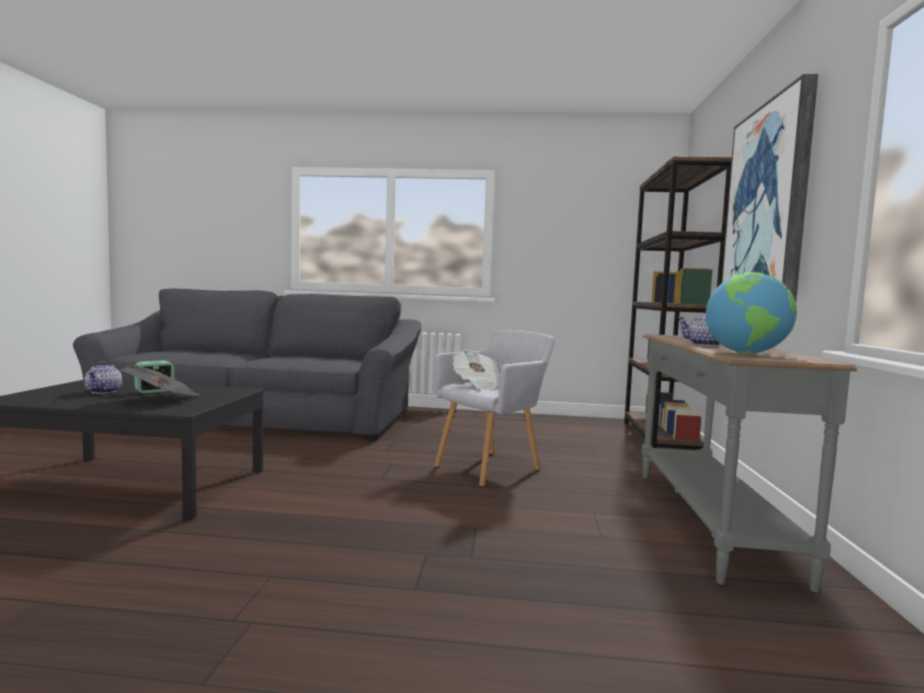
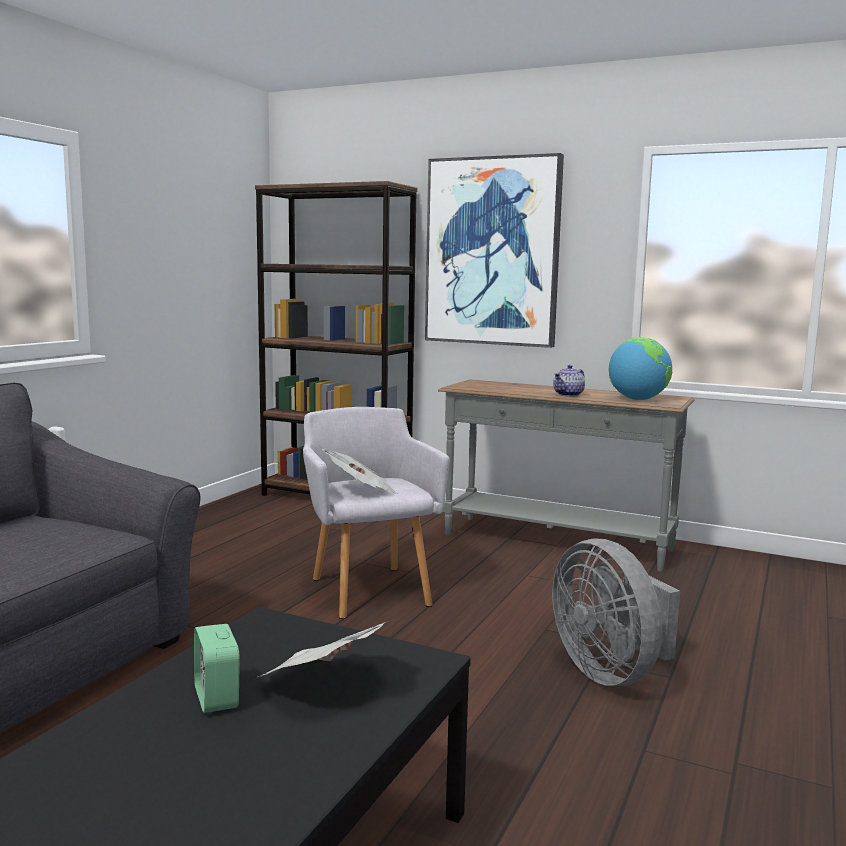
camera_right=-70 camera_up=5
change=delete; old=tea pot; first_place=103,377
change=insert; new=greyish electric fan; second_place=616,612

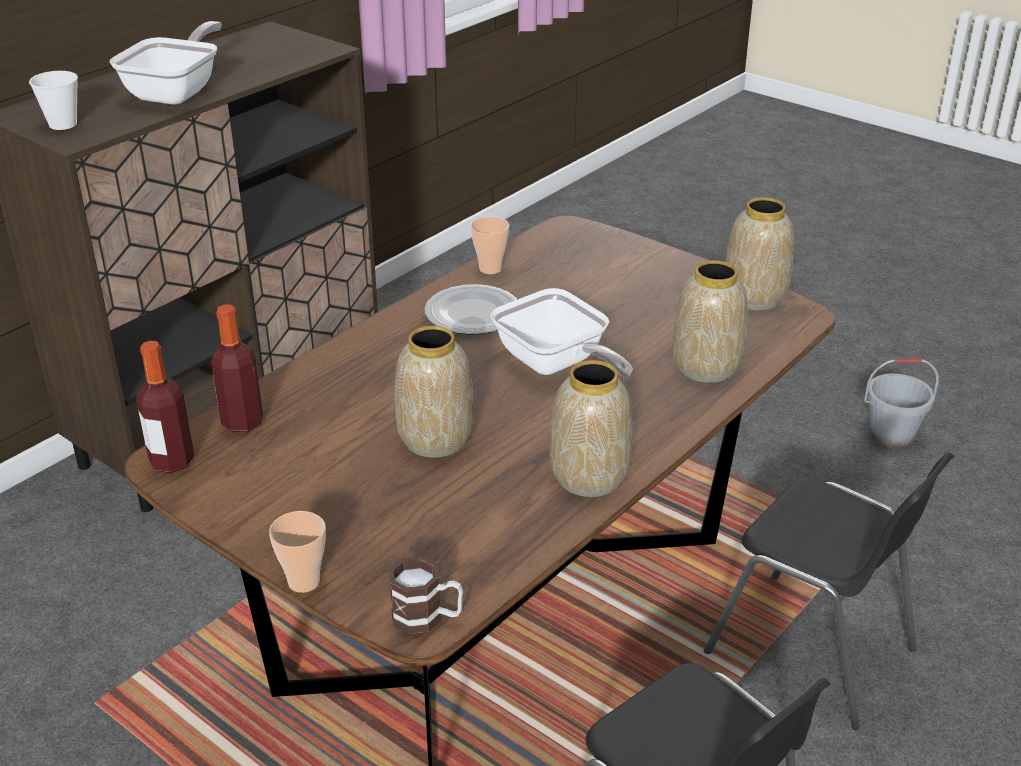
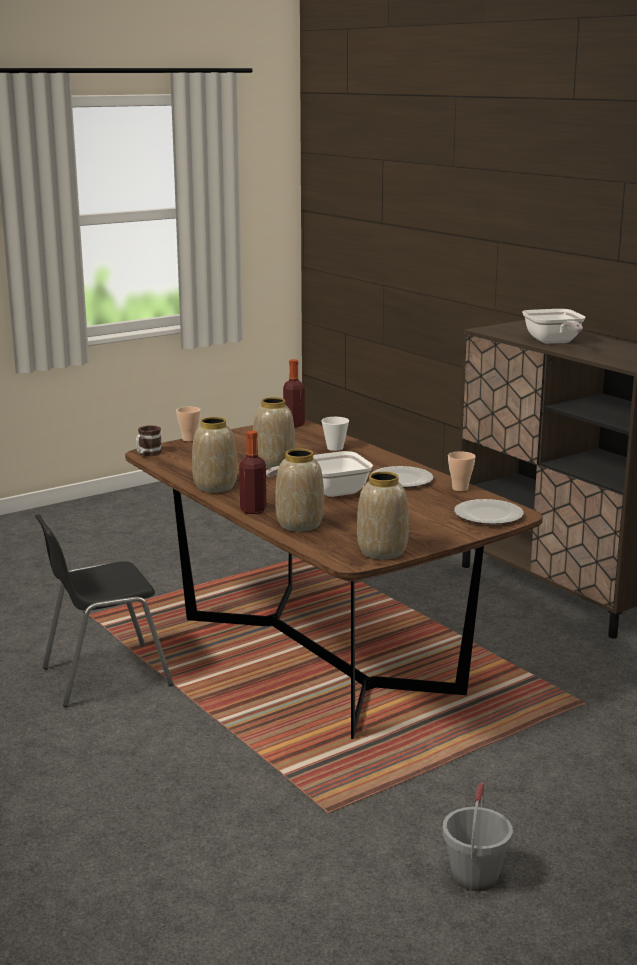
camera_right=105 camera_up=-15
change=move; old=small cup; first_place=53,100; second_place=335,434
change=rotate; old=skillet; first_place=166,63; second_place=554,326; degrees=45
change=move; old=bottle; first_place=237,368; second_place=253,472
change=delete; old=black-coloured plain chair; first_place=829,591
change=insert; new=dinner plate; second_place=489,511

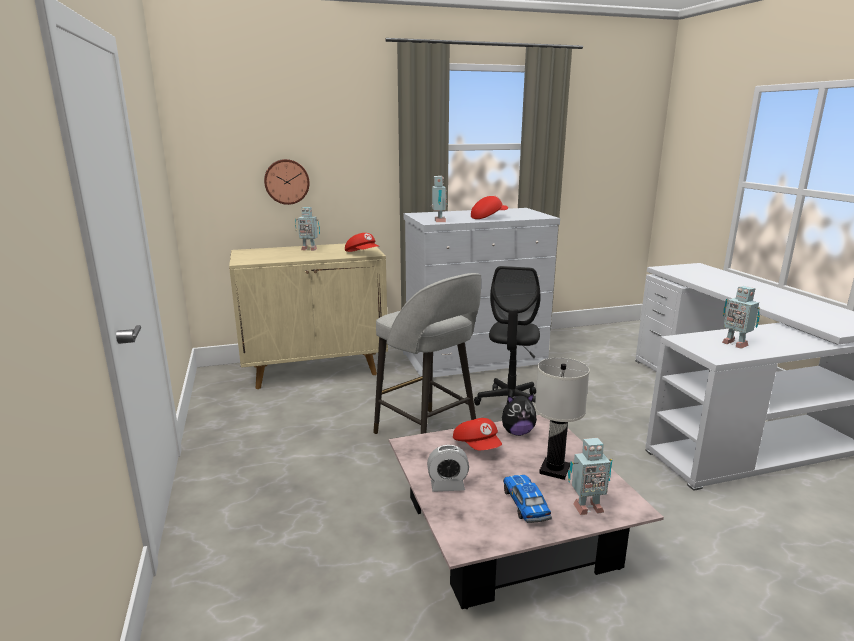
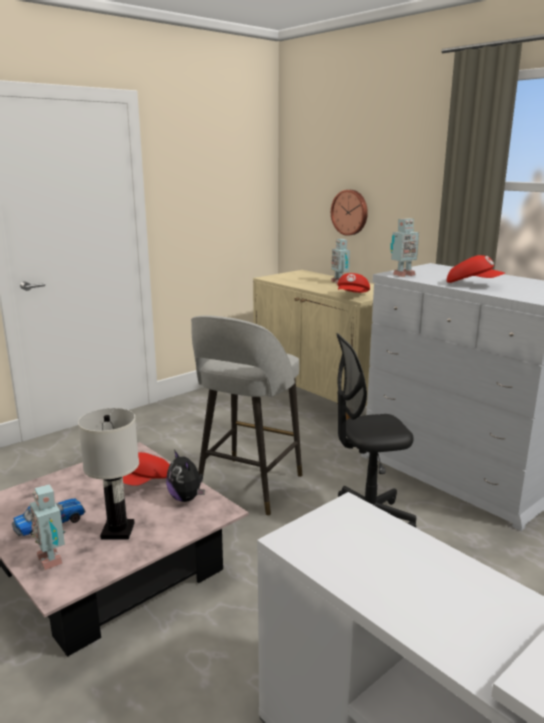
camera_right=65 camera_up=0
change=delete; old=bedside clock; first_place=448,468
change=delete; old=toy robot; first_place=741,317

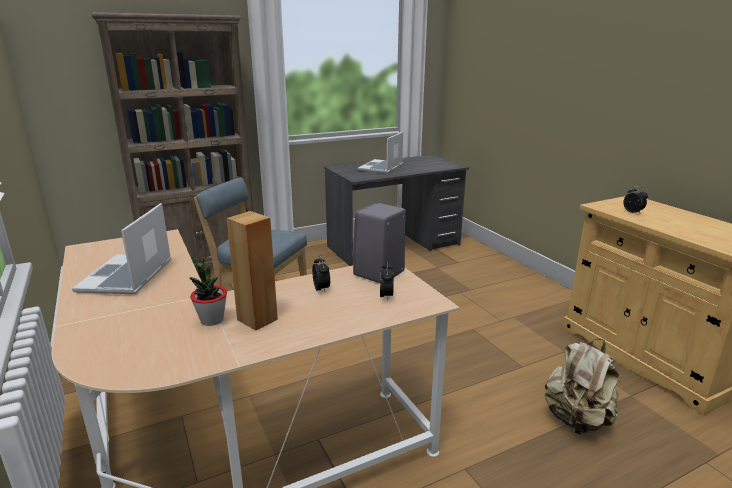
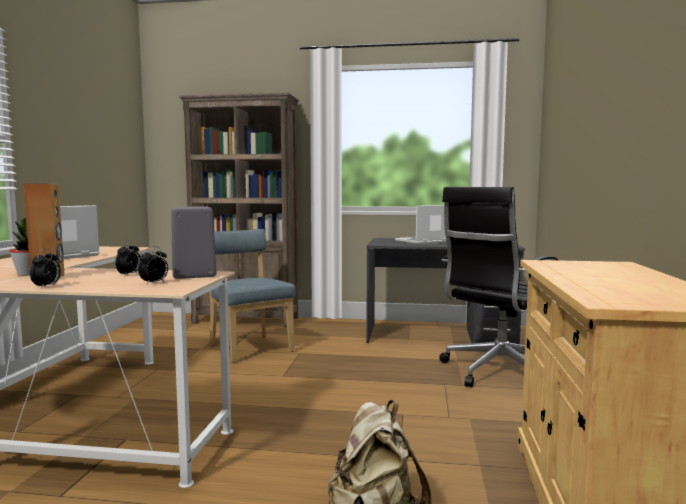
camera_right=35 camera_up=-15
change=move; old=bedside clock; first_place=635,199; second_place=45,269
change=insert; new=black-coloured computer chair; second_place=498,287

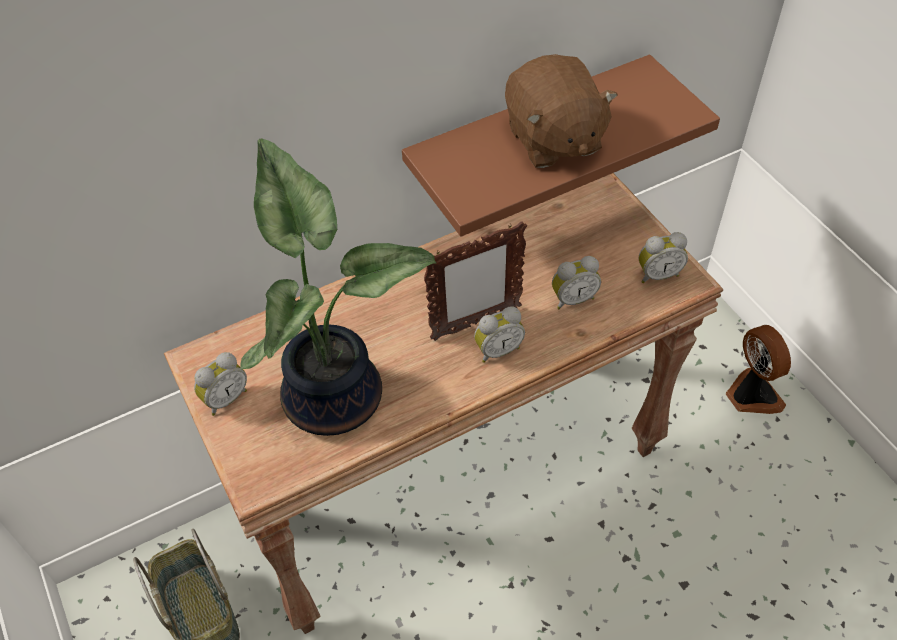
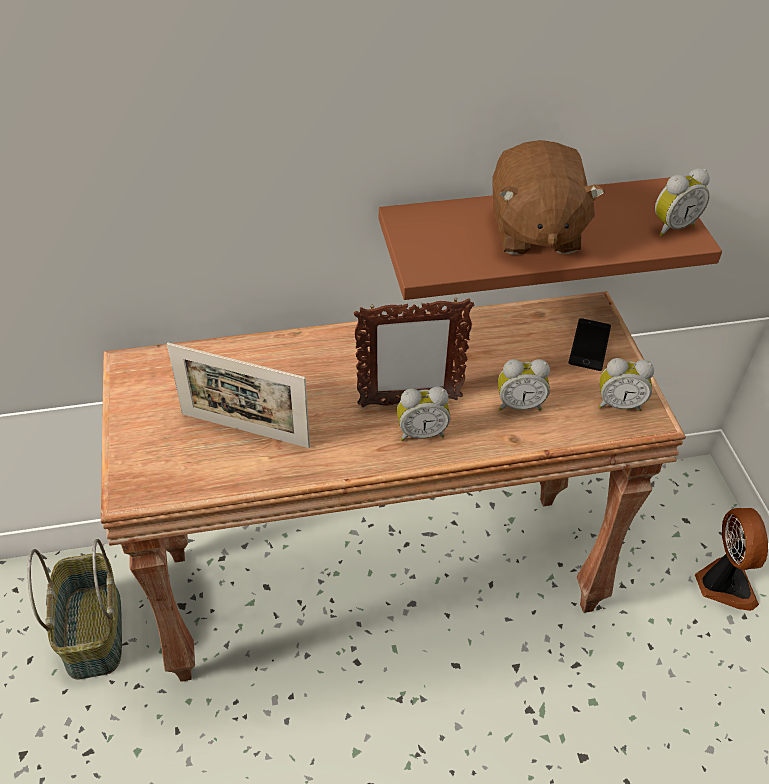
camera_right=15 camera_up=-5
change=move; old=bedside clock; first_place=220,384; second_place=682,202
change=replace; old=houseplant; new=standing frame; first_place=338,287; second_place=238,395
change=insert; new=phone; second_place=590,344

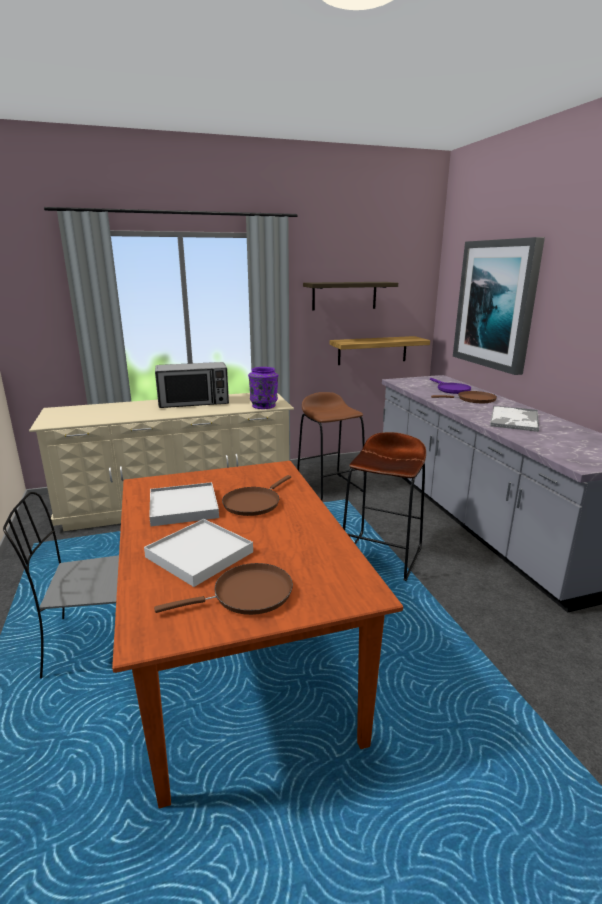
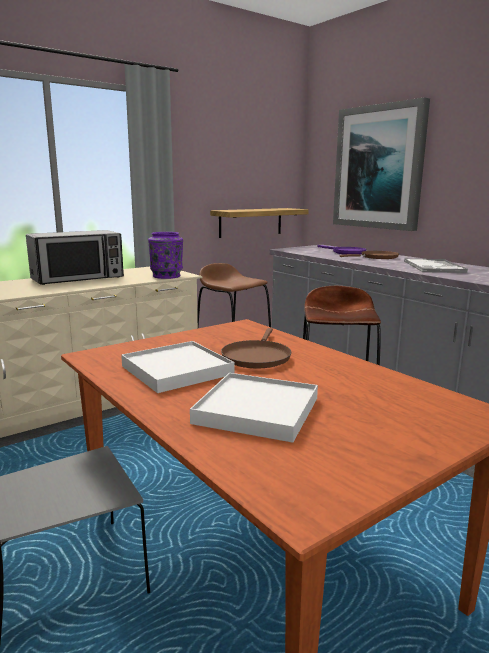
camera_right=-20 camera_up=-5
change=delete; old=brown-coloured skillet; first_place=223,589
change=delete; old=wall shelf; first_place=350,296

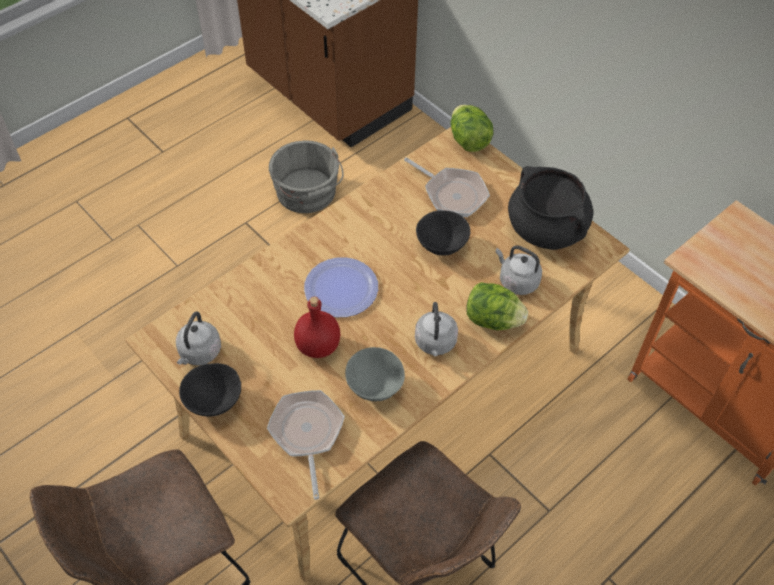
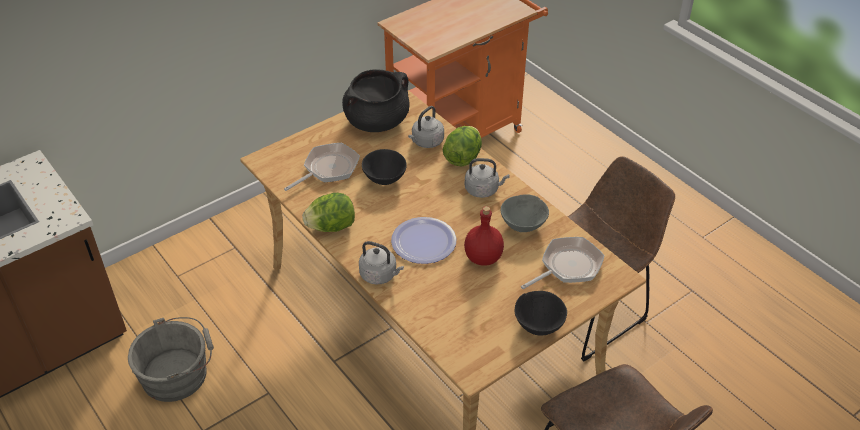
camera_right=-85 camera_up=-10
change=move; old=greyish tea kettle; first_place=198,338; second_place=381,263
change=rotate; old=skillet; first_place=306,445; second_place=563,263; degrees=150
change=move; old=head of lettuce; first_place=472,128; second_place=328,212

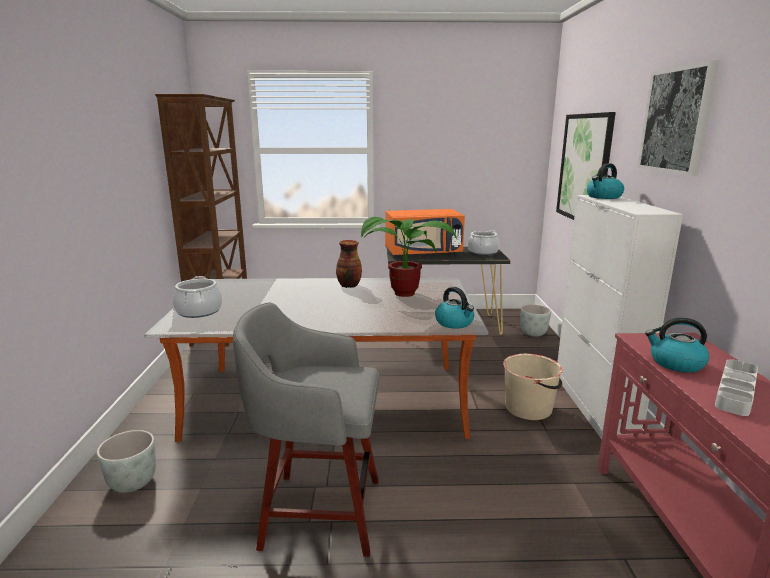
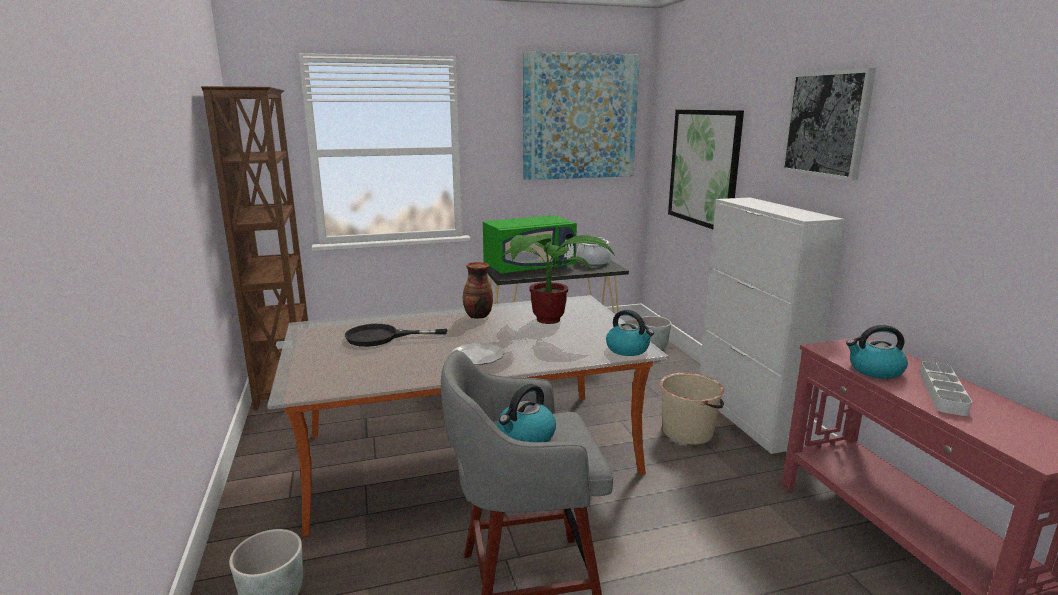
camera_right=-15 camera_up=0
change=delete; old=saucepot; first_place=197,297
change=recolor; old=orange kitchen microwave; new=green-coloured kitchen microwave; first_place=425,233; second_place=530,245
change=move; old=tea kettle; first_place=605,181; second_place=526,413
change=insert; new=black-coloured skillet; second_place=396,335
change=insert; new=dinner plate; second_place=477,354
change=insert; new=picture; second_place=581,116

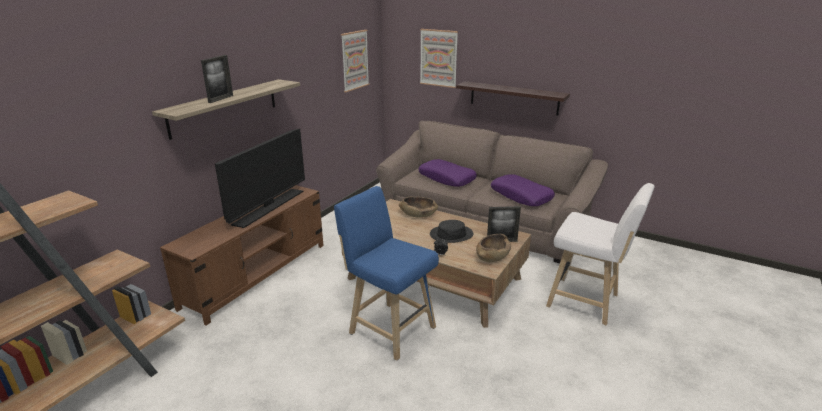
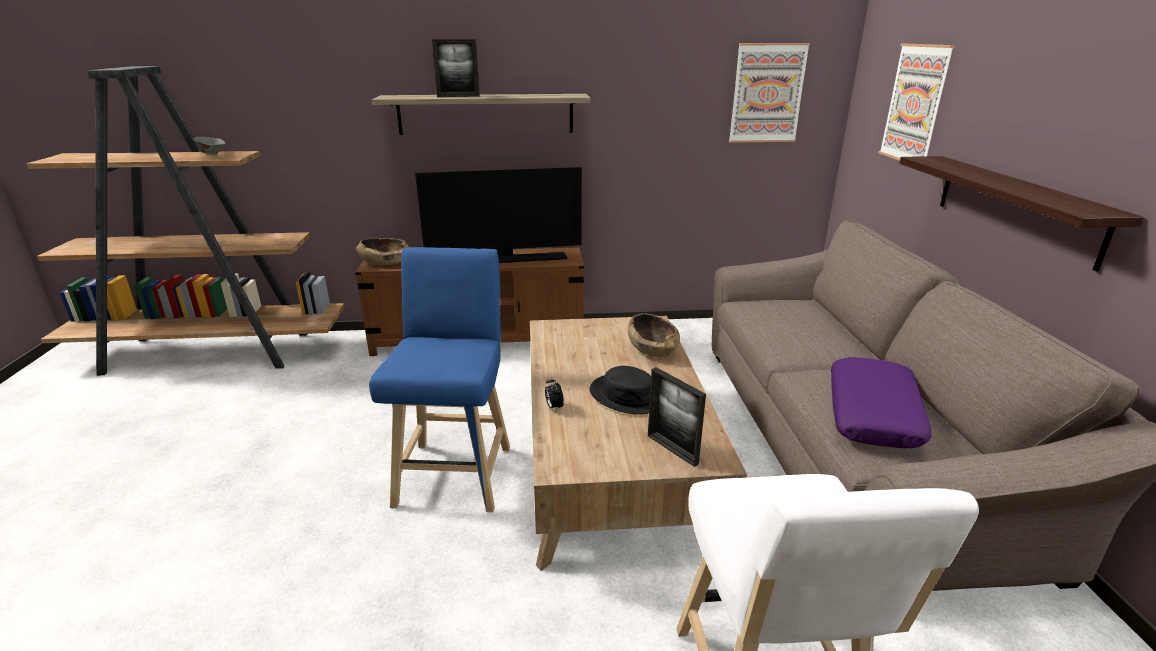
camera_right=55 camera_up=0
change=delete; old=purple-coloured throw pillow; first_place=447,173
change=move; old=brown-coloured deep dish; first_place=493,248; second_place=382,251
change=insert; new=greyish deep dish; second_place=209,146

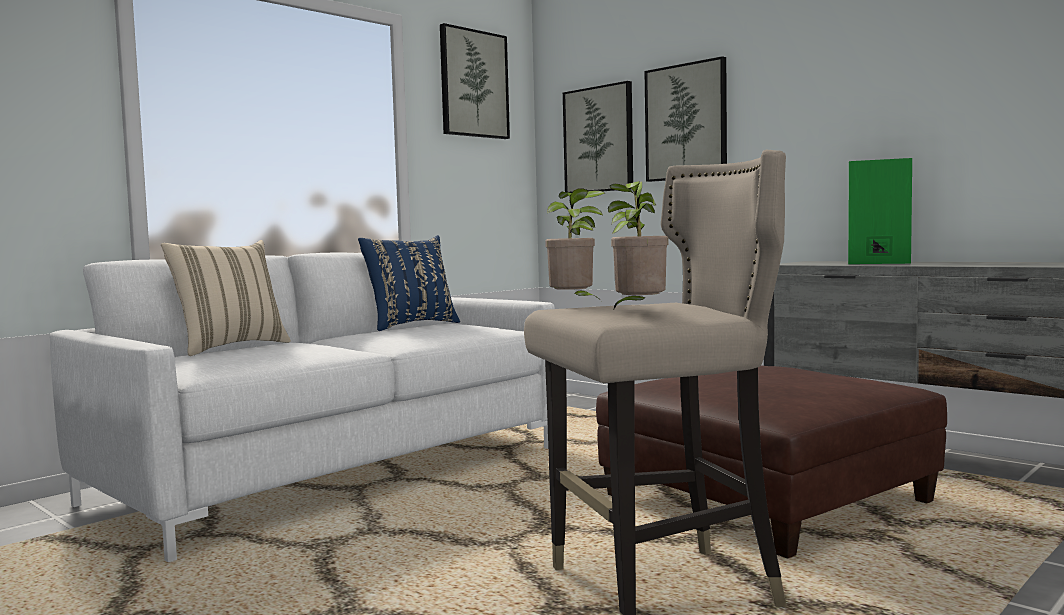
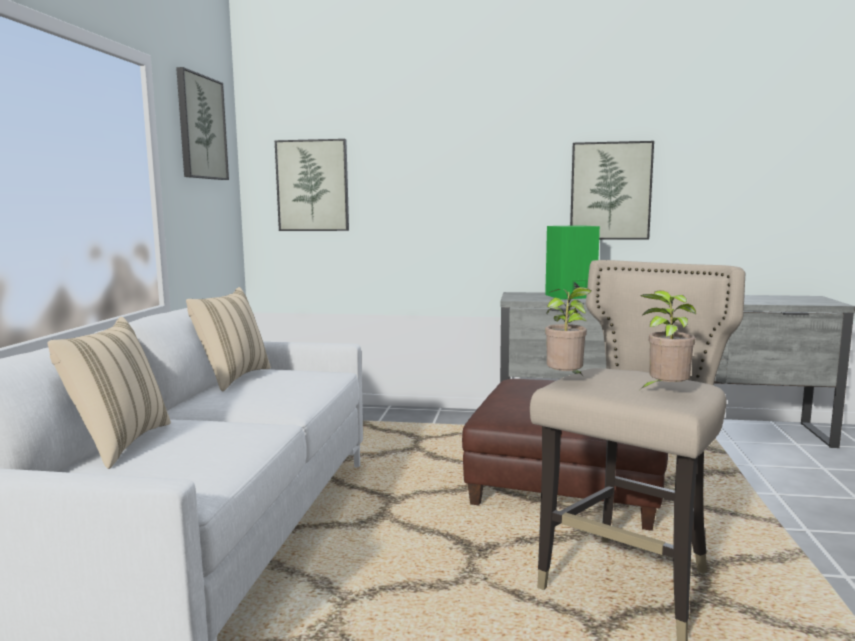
camera_right=-35 camera_up=5
change=recolor; old=blue throw pillow; new=beige throw pillow; first_place=409,283; second_place=228,339
change=move; old=picture; first_place=685,119; second_place=612,190

